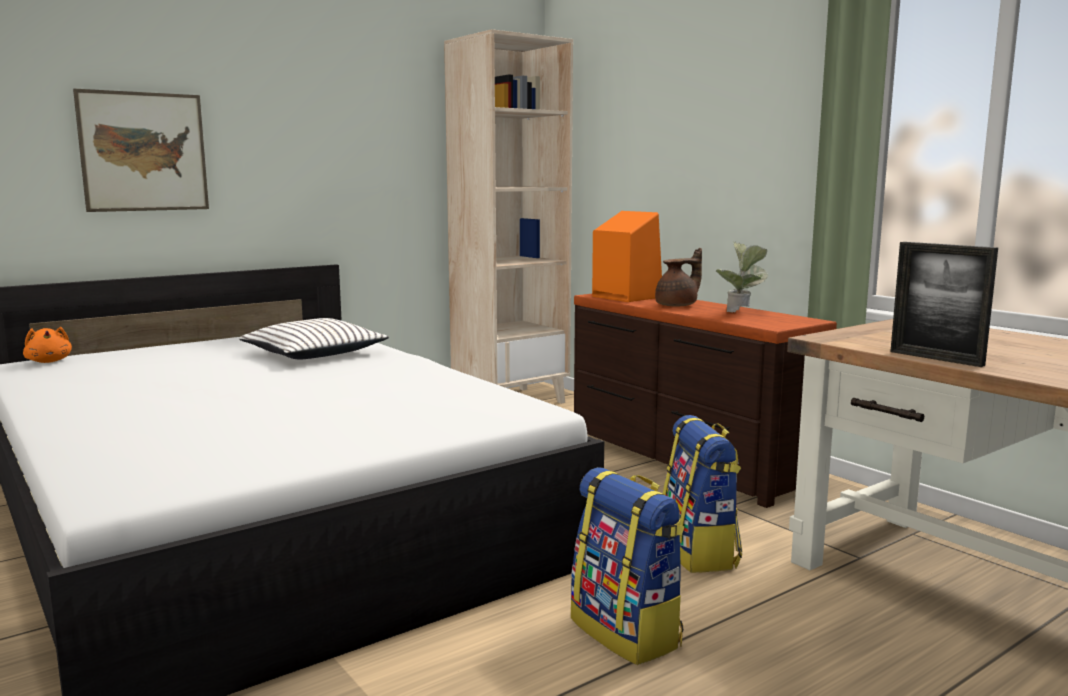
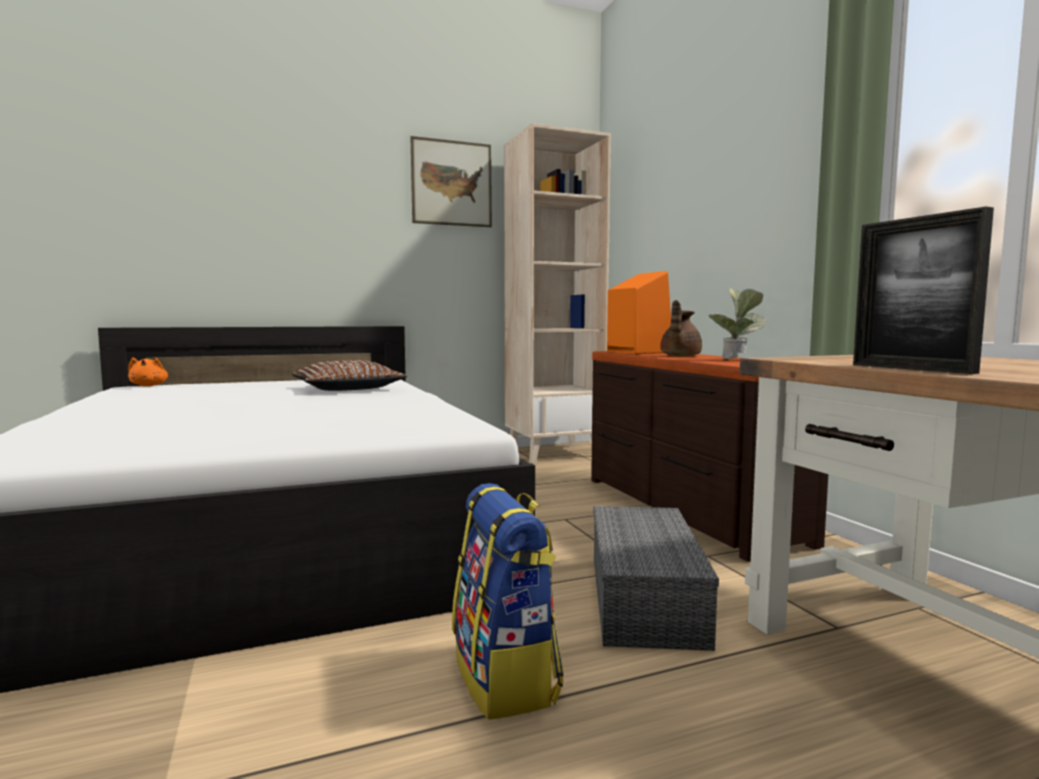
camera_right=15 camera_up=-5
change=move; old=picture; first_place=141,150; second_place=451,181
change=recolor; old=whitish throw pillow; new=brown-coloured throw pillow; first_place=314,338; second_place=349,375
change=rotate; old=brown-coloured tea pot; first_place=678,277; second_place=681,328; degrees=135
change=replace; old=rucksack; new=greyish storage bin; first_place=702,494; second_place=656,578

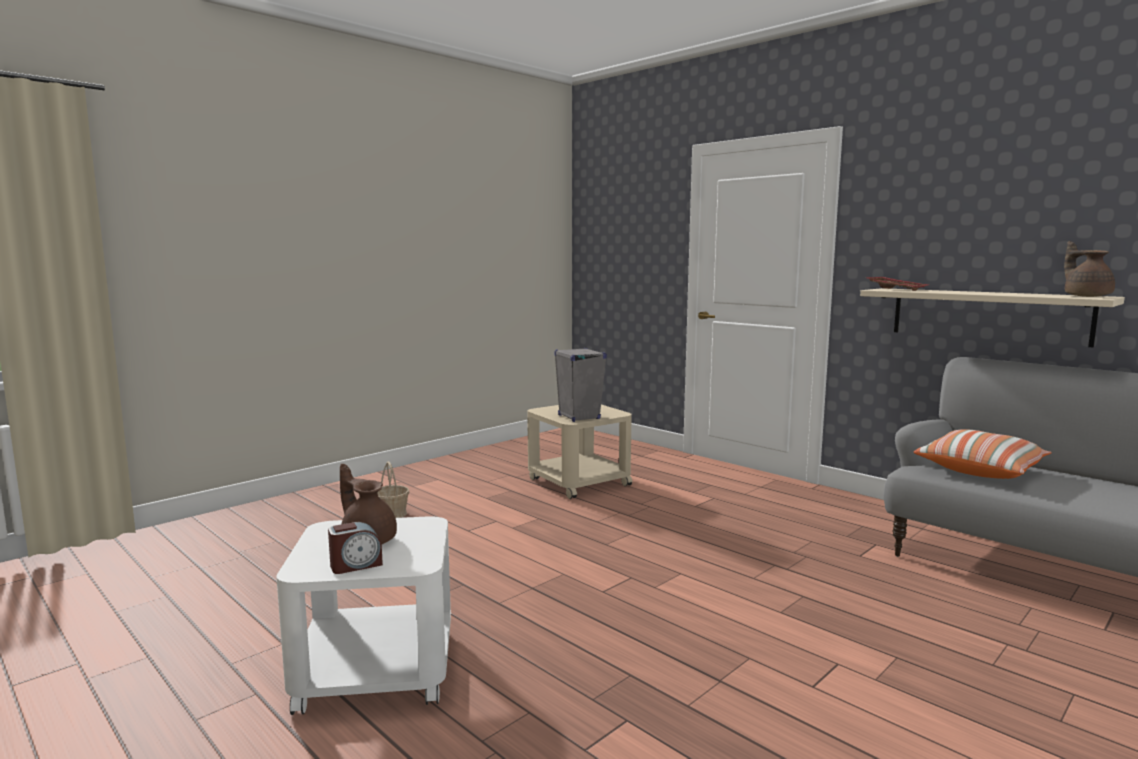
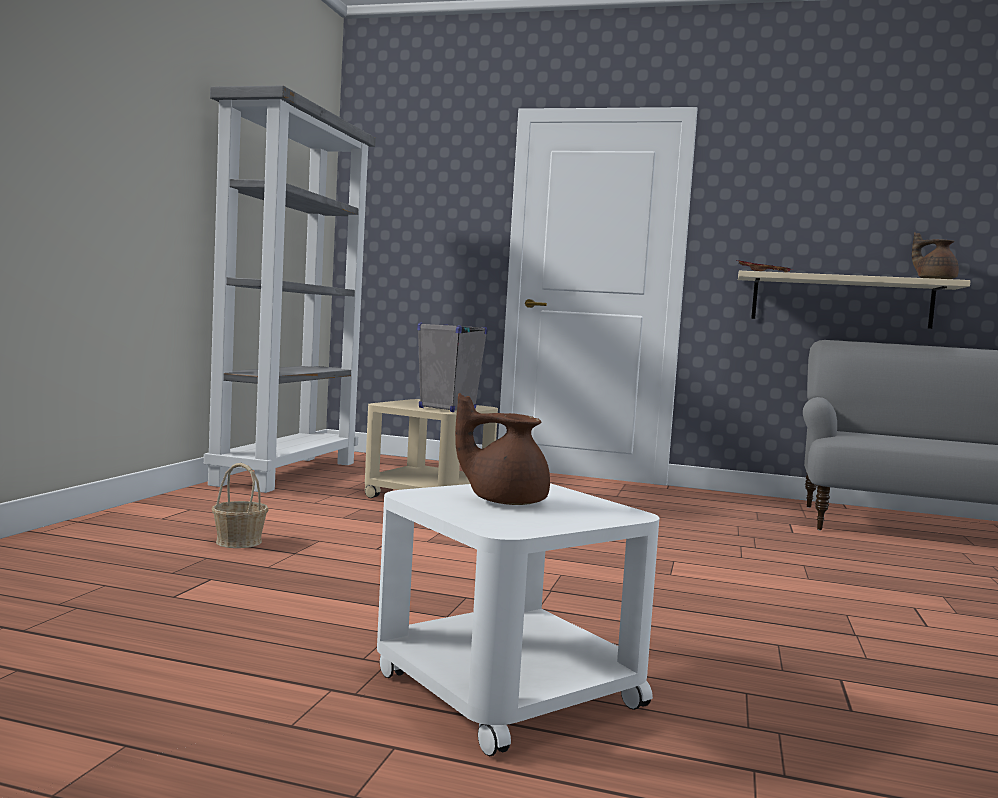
camera_right=-30 camera_up=-5
change=delete; old=bedside clock; first_place=355,548
change=delete; old=throw pillow; first_place=983,454
change=insert; new=greyish bookshelf; second_place=290,289

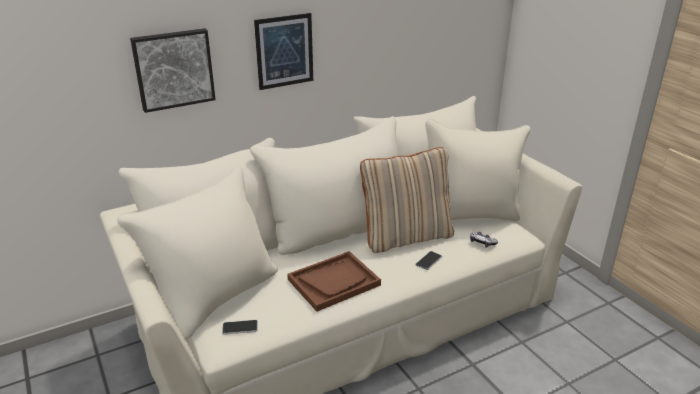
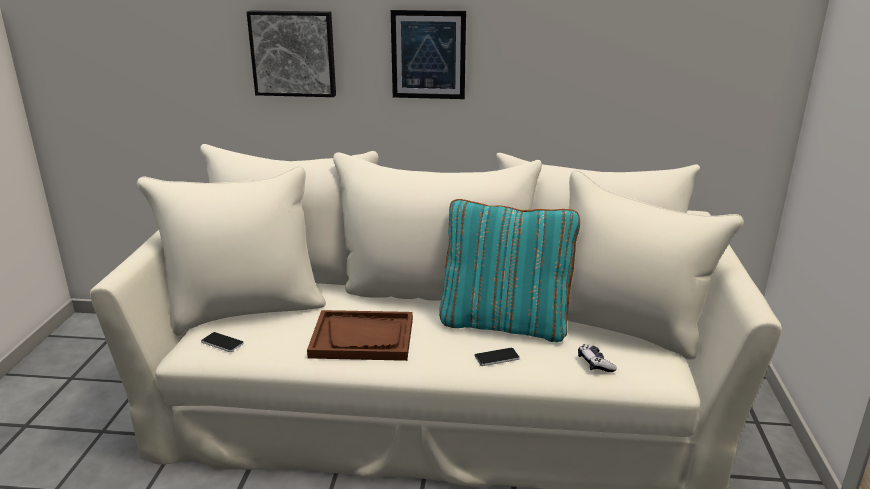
camera_right=35 camera_up=-5
change=recolor; old=beige throw pillow; new=turquoise throw pillow; first_place=407,200; second_place=509,270

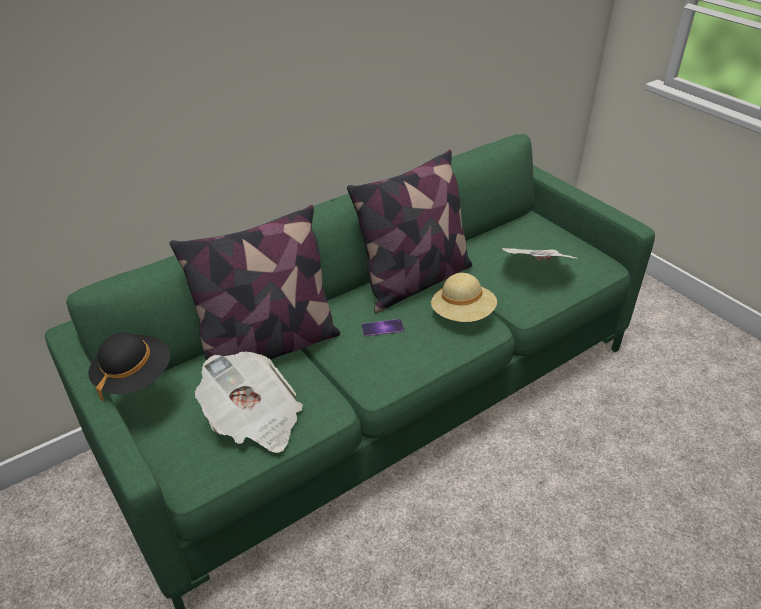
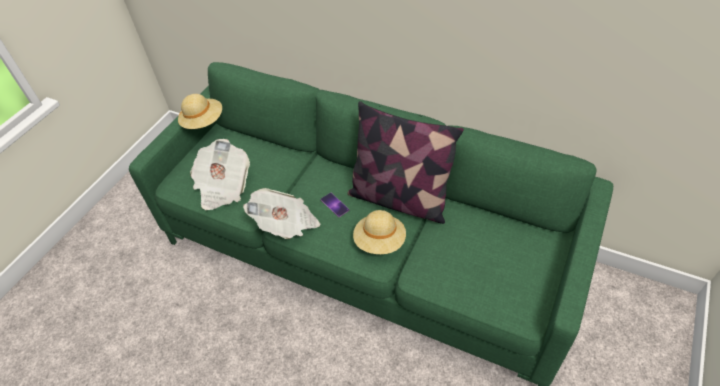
camera_right=65 camera_up=10
change=recolor; old=black-coloured wearable hat; new=beige wearable hat; first_place=129,366; second_place=200,111
change=delete; old=throw pillow; first_place=255,282
change=move; old=newspaper; first_place=540,254; second_place=282,213

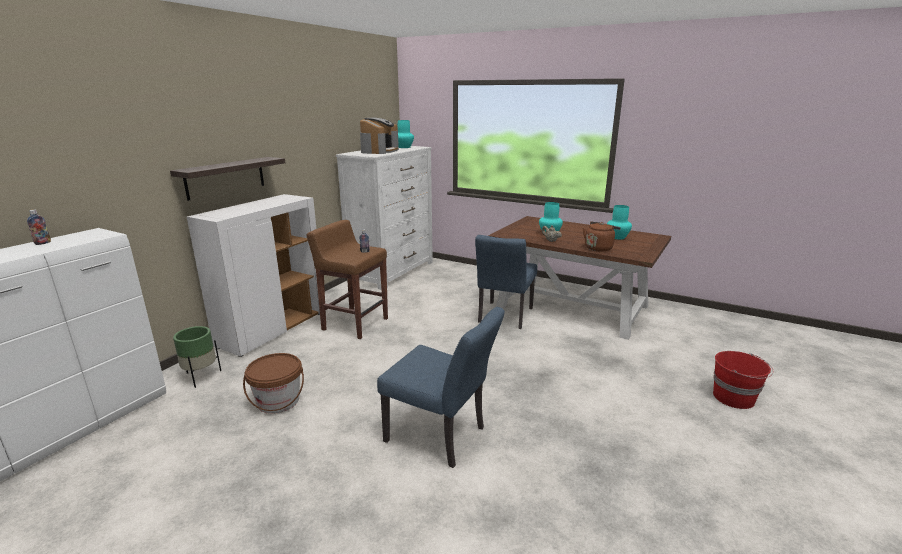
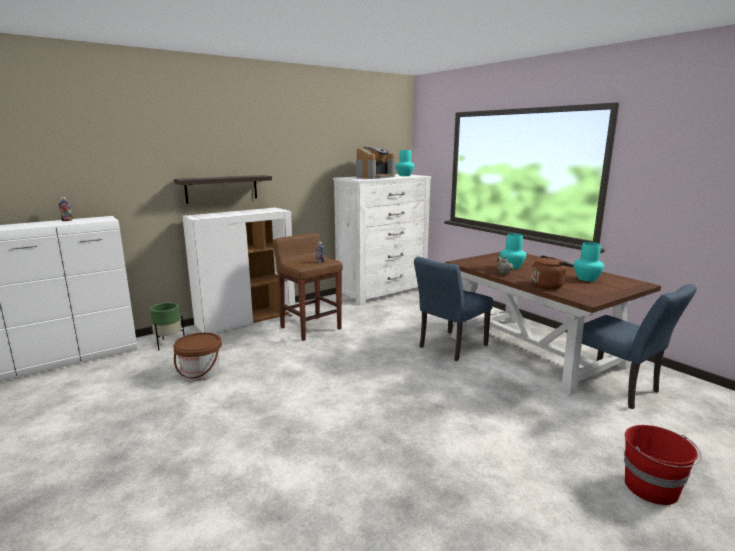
camera_right=25 camera_up=-5
change=move; old=blue plain chair; first_place=441,387; second_place=639,346

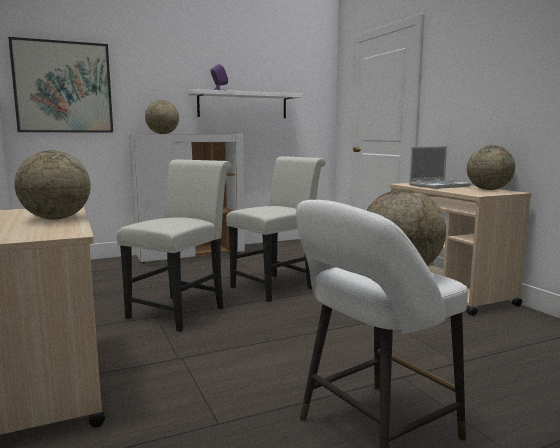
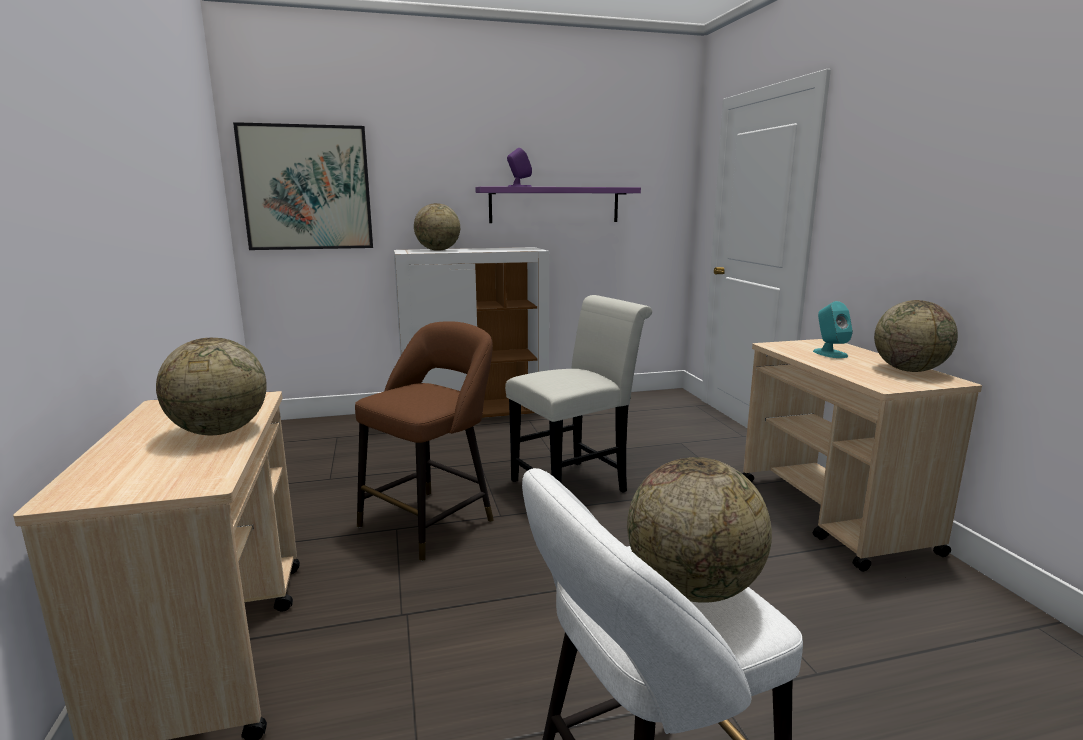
camera_right=10 camera_up=5
change=replace; old=whitish plain chair; new=brown-coloured stool seat; first_place=174,245; second_place=424,441
change=recolor; old=whitish wall shelf; new=purple-coloured wall shelf; first_place=245,103; second_place=558,205
change=replace; old=laptop; new=turquoise audio speaker; first_place=440,167; second_place=833,329

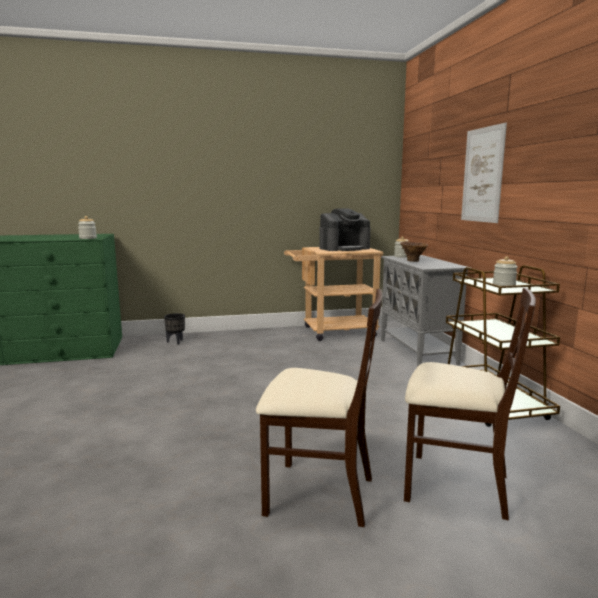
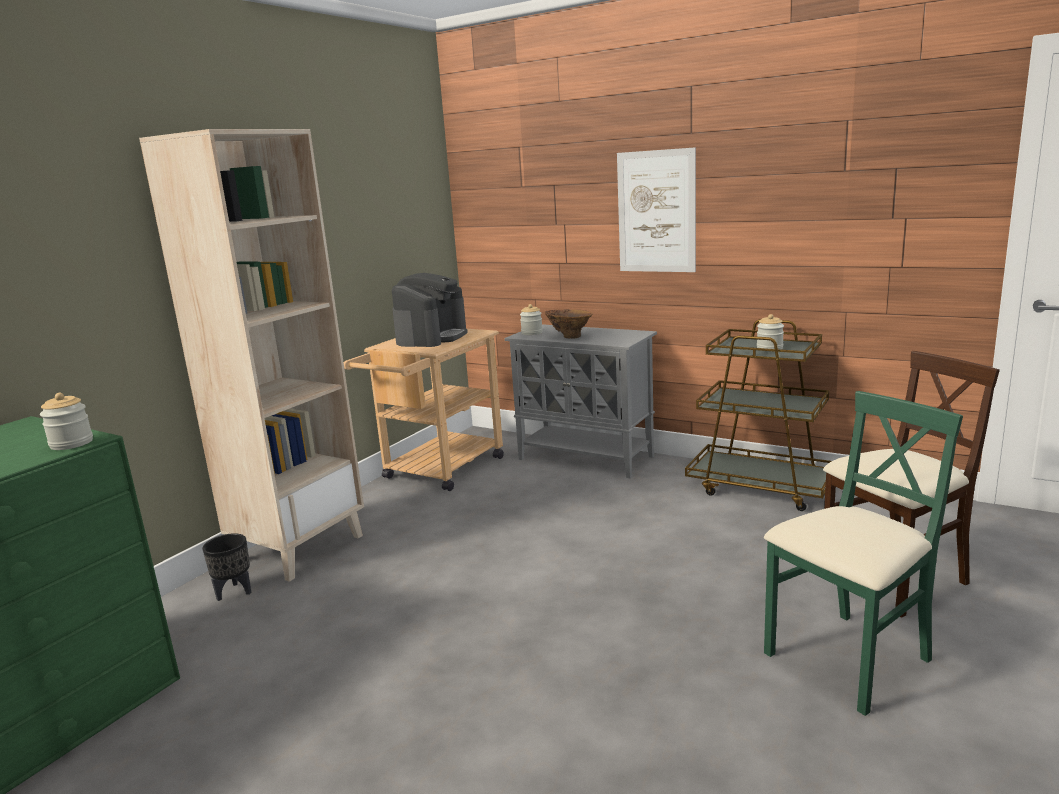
camera_right=-45 camera_up=5
change=recolor; old=beige plain chair; new=green-coloured plain chair; first_place=319,408; second_place=863,553
change=insert; new=beige bookshelf; second_place=251,355

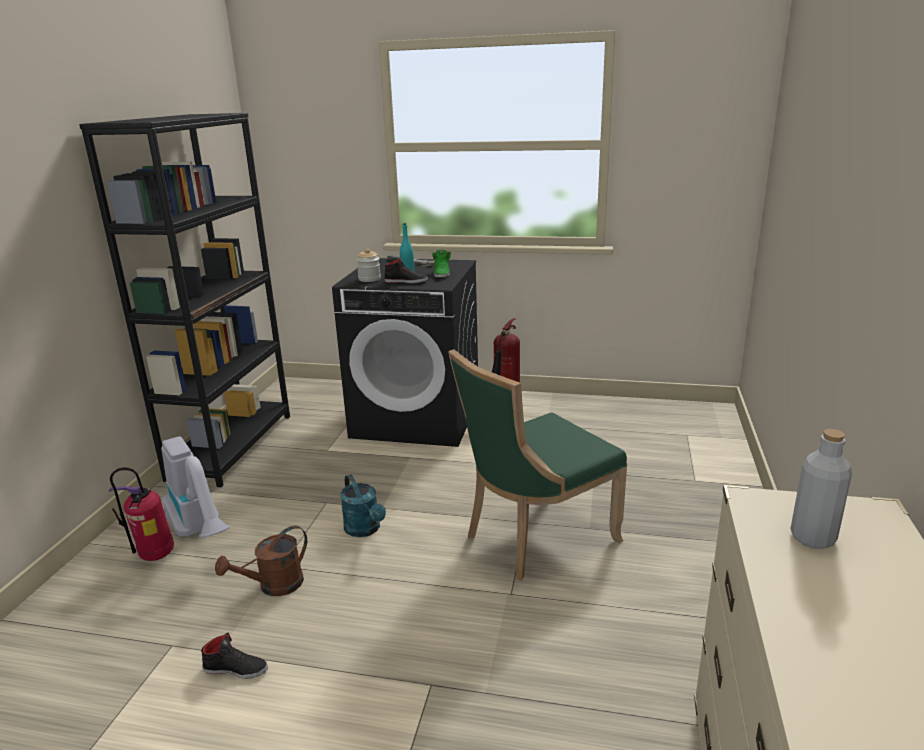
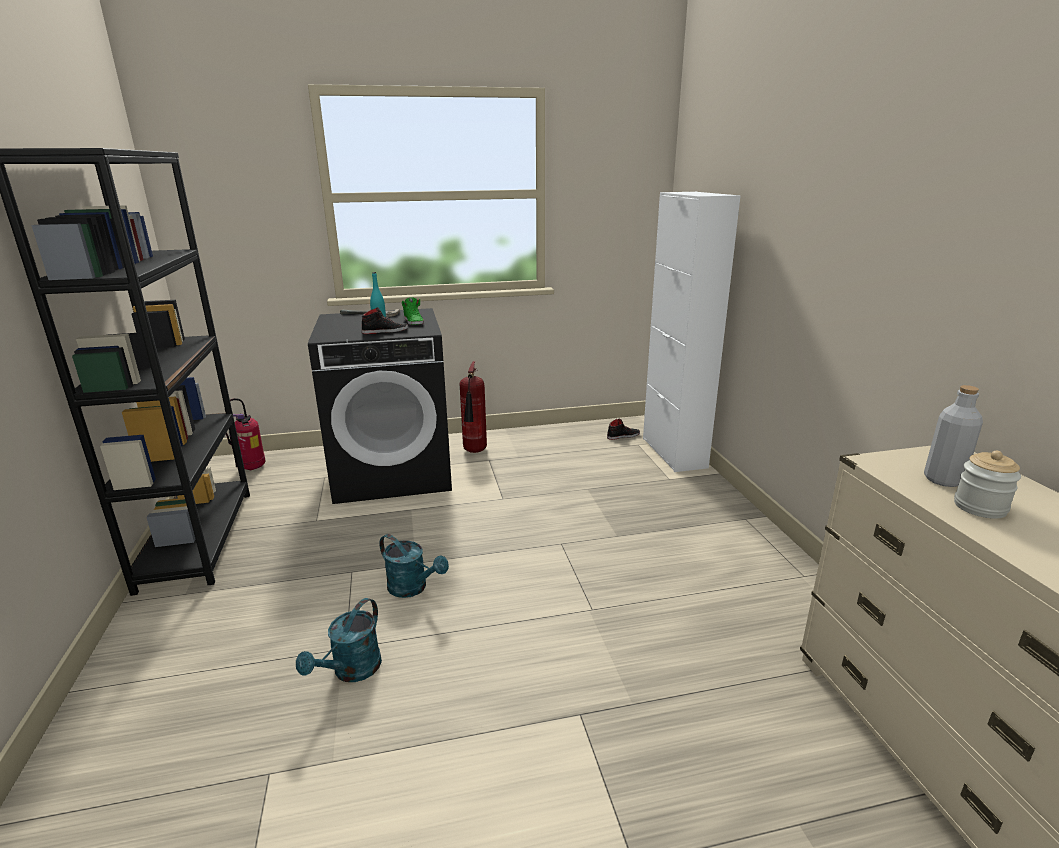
camera_right=-25 camera_up=0
change=move; old=extinguisher; first_place=141,514; second_place=246,434
change=delete; old=vacuum cleaner; first_place=195,487
change=move; old=black-coloured low shoe; first_place=234,655; second_place=623,429
change=recolor; old=brown-coloured sprinkling can; new=turquoise sprinkling can; first_place=261,560; second_place=339,640
change=move; old=jar; first_place=369,265; second_place=987,485
change=delete; old=green-coloured plain chair; first_place=537,465
change=insert; new=whitish storage cabinet; second_place=692,332

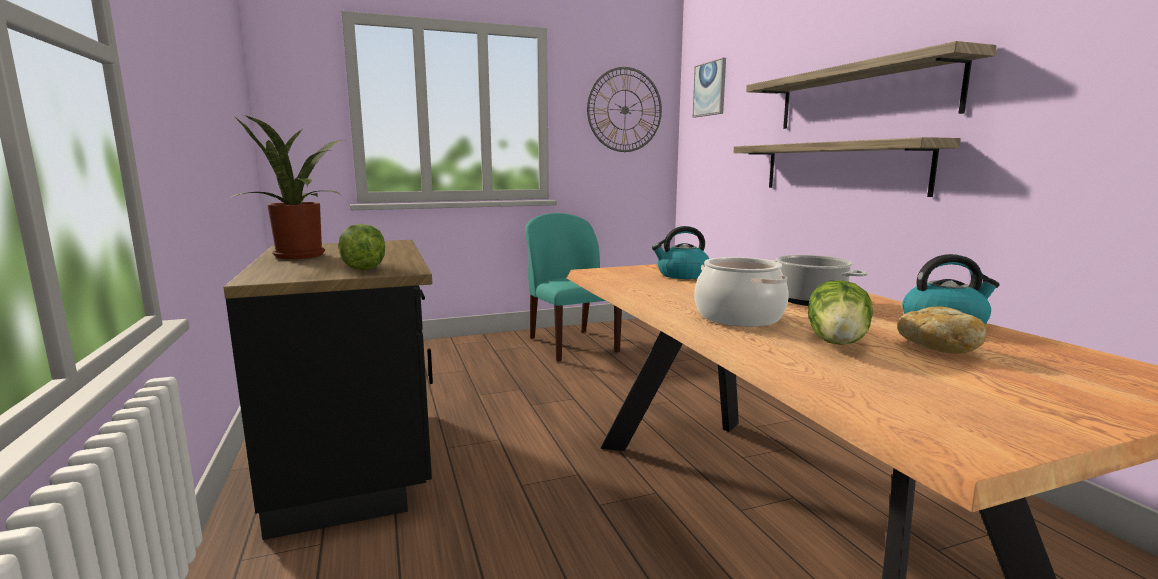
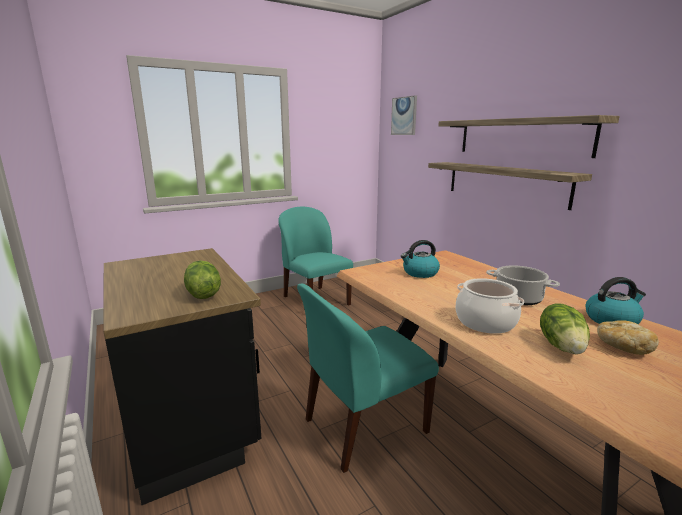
camera_right=-10 camera_up=5
change=delete; old=houseplant; first_place=286,187
change=delete; old=clock on the wall; first_place=624,109
change=insert; new=turquoise plain chair; second_place=368,378

